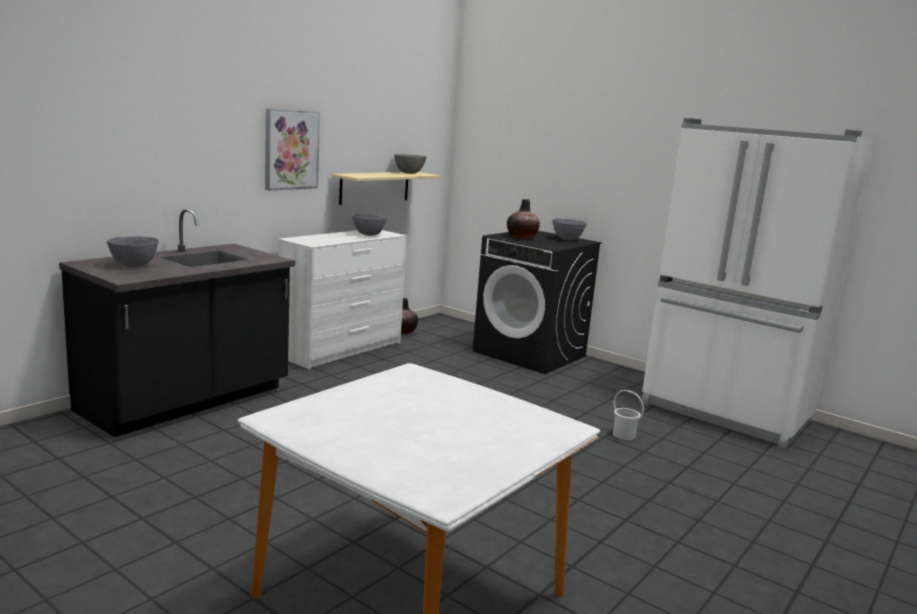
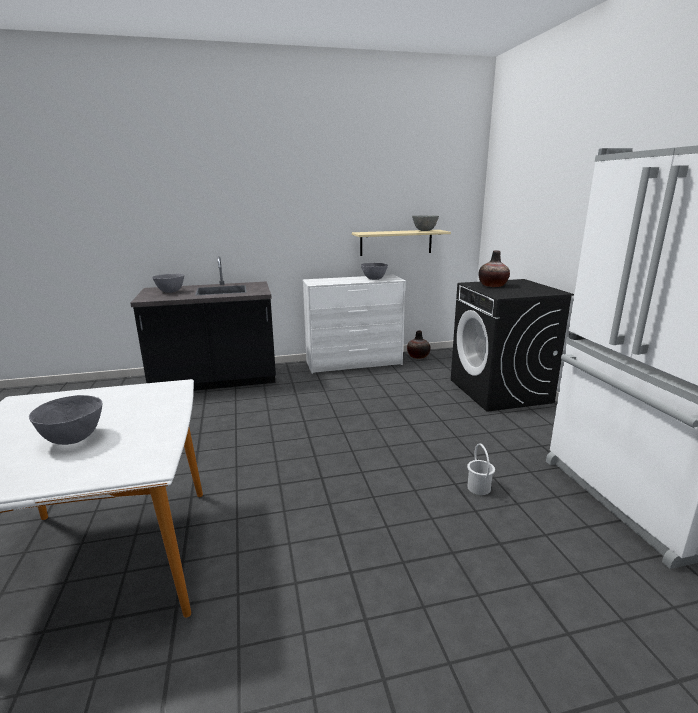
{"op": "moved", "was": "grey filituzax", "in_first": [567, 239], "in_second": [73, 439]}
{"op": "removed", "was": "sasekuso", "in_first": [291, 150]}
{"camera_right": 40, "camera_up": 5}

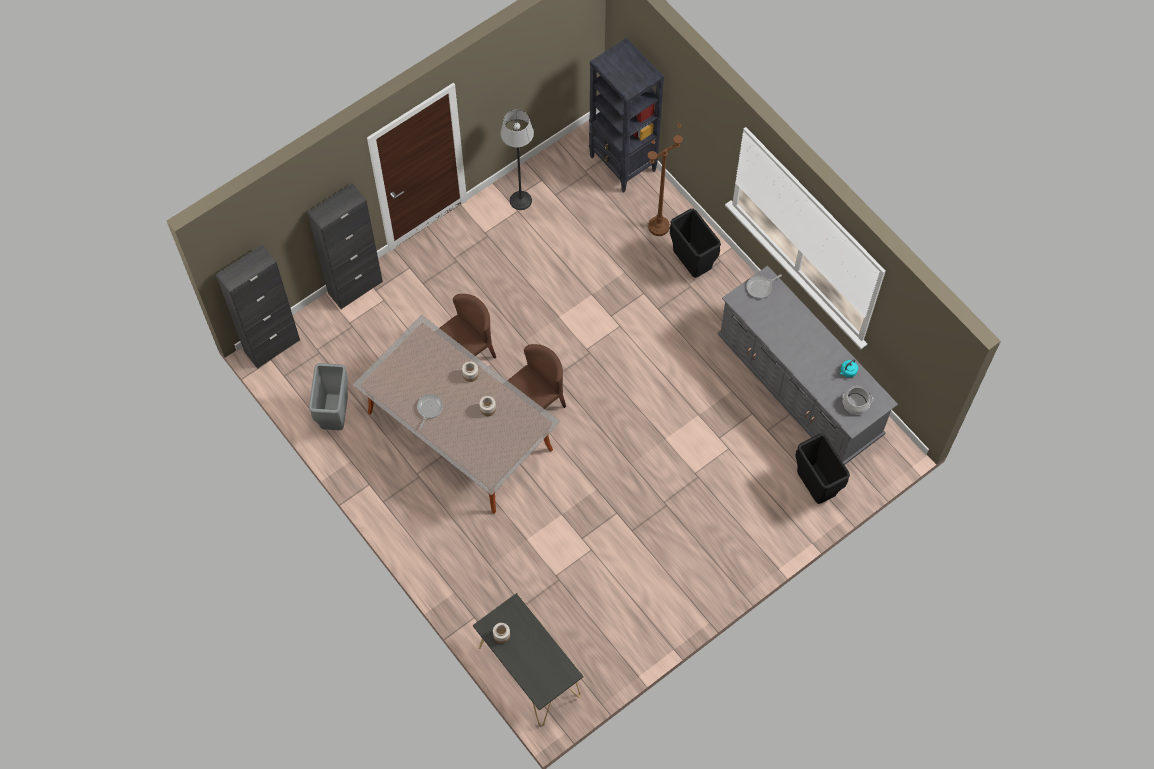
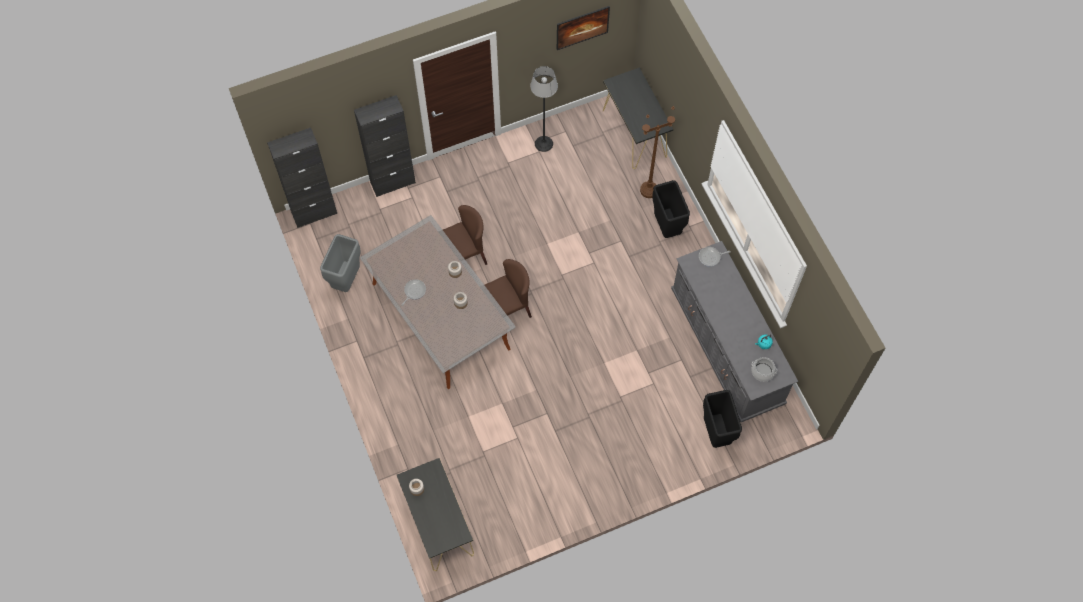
{"op": "added", "now": "sasekuso", "in_second": [582, 34]}
{"op": "replaced", "was": "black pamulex", "now": "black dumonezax", "in_first": [623, 164], "in_second": [634, 133]}
{"camera_right": 15, "camera_up": 0}

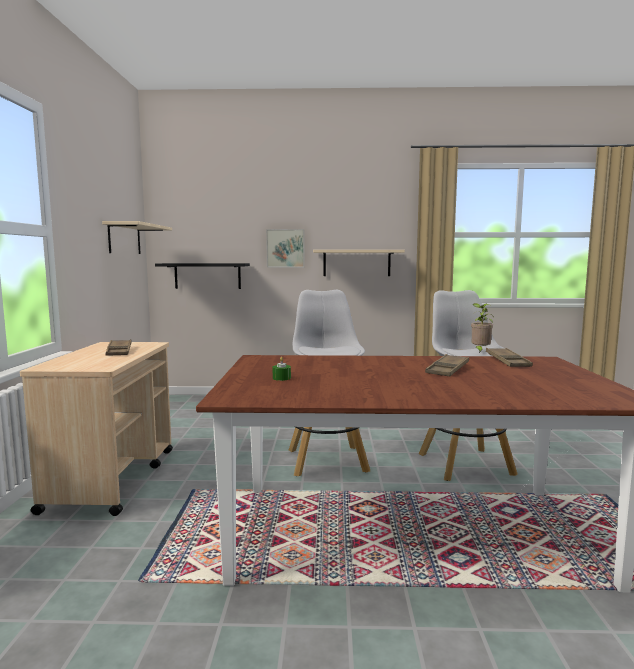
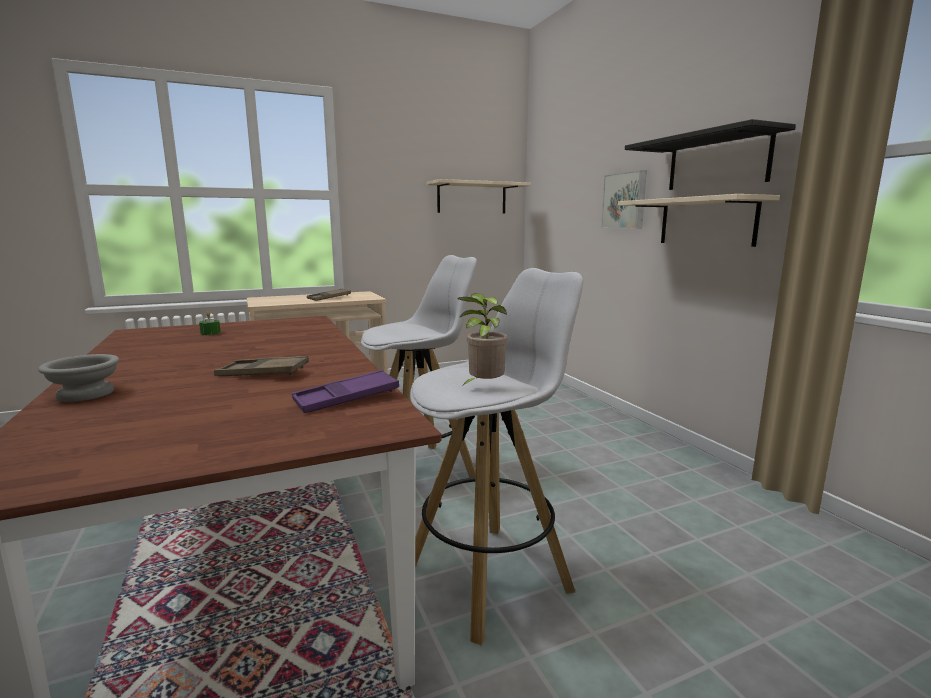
{"op": "added", "now": "grey filituzax", "in_second": [83, 395]}
{"op": "recoloured", "was": "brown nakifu", "now": "purple nakifu", "in_first": [507, 361], "in_second": [346, 398]}
{"op": "moved", "was": "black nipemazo", "in_first": [207, 276], "in_second": [717, 162]}
{"camera_right": 65, "camera_up": 5}

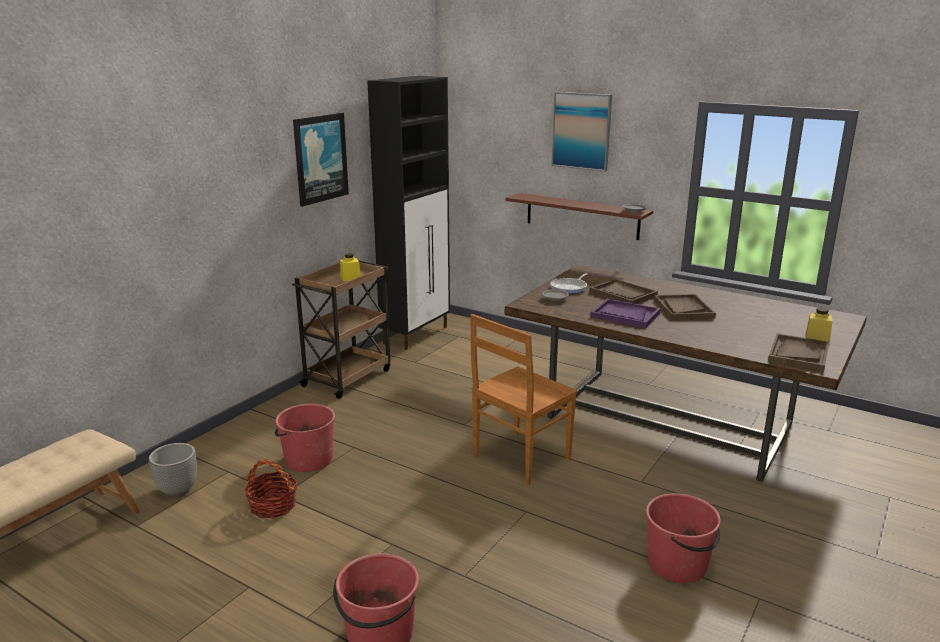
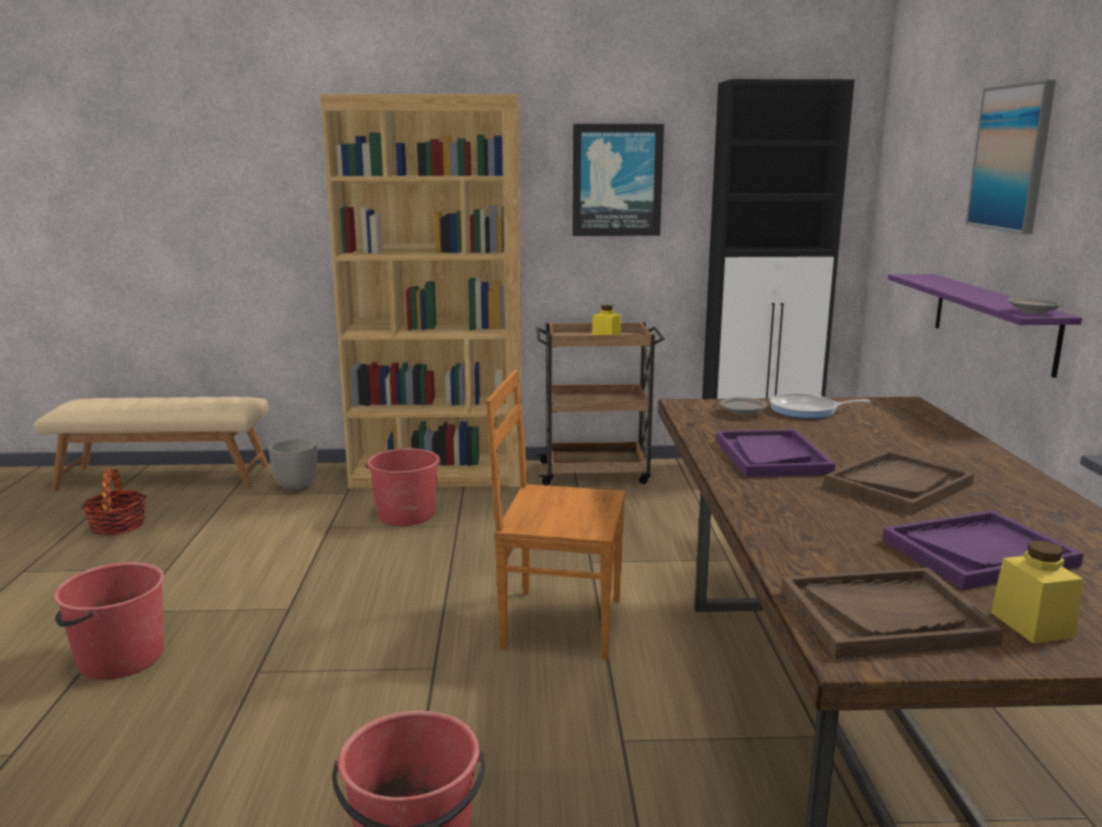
{"op": "moved", "was": "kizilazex", "in_first": [273, 506], "in_second": [117, 526]}
{"op": "added", "now": "brown pamulex", "in_second": [439, 474]}
{"op": "added", "now": "purple nakifu", "in_second": [978, 553]}
{"op": "recoloured", "was": "brown nipemazo", "now": "purple nipemazo", "in_first": [582, 216], "in_second": [993, 321]}
{"op": "removed", "was": "brown nakifu", "in_first": [623, 294]}
{"camera_right": 55, "camera_up": -5}

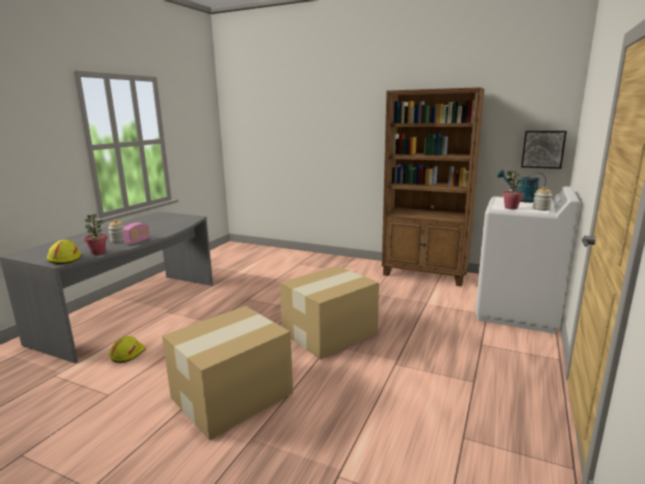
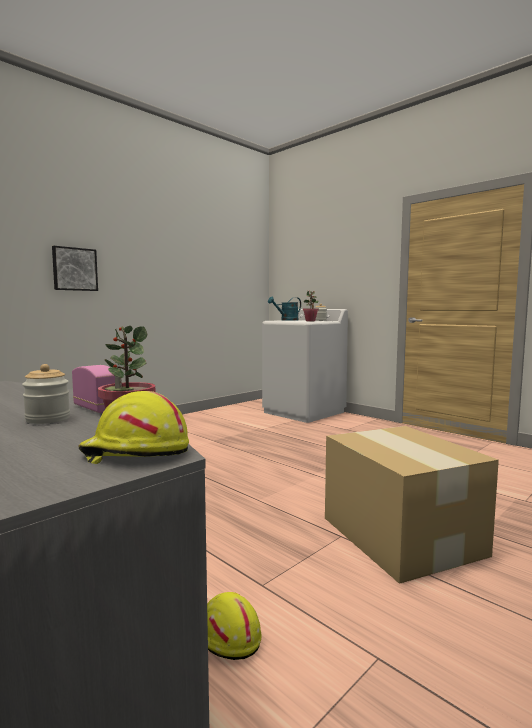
{"op": "moved", "was": "sasekuso", "in_first": [543, 149], "in_second": [74, 269]}
{"op": "removed", "was": "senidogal", "in_first": [331, 333]}
{"op": "removed", "was": "brown pamulex", "in_first": [425, 274]}
{"camera_right": -70, "camera_up": -10}

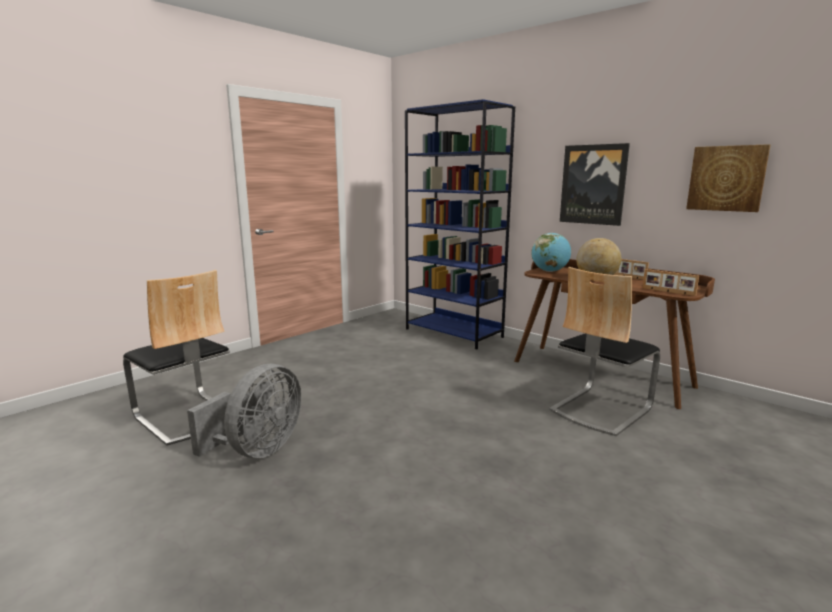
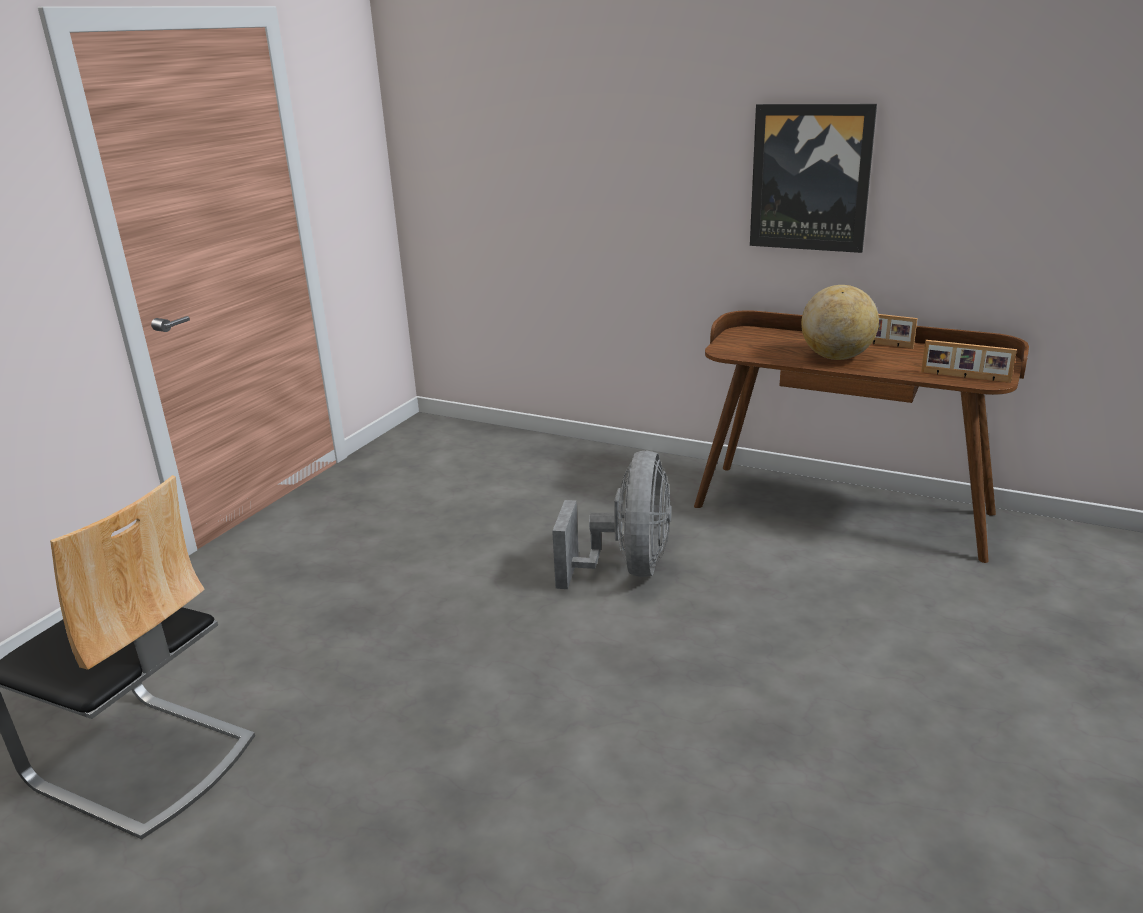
{"op": "moved", "was": "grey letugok", "in_first": [257, 450], "in_second": [627, 568]}
{"op": "removed", "was": "blue pamulex", "in_first": [454, 333]}
{"op": "removed", "was": "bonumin", "in_first": [550, 271]}
{"op": "removed", "was": "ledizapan", "in_first": [599, 409]}
{"op": "removed", "was": "sasekuso", "in_first": [726, 178]}
{"camera_right": -15, "camera_up": 10}

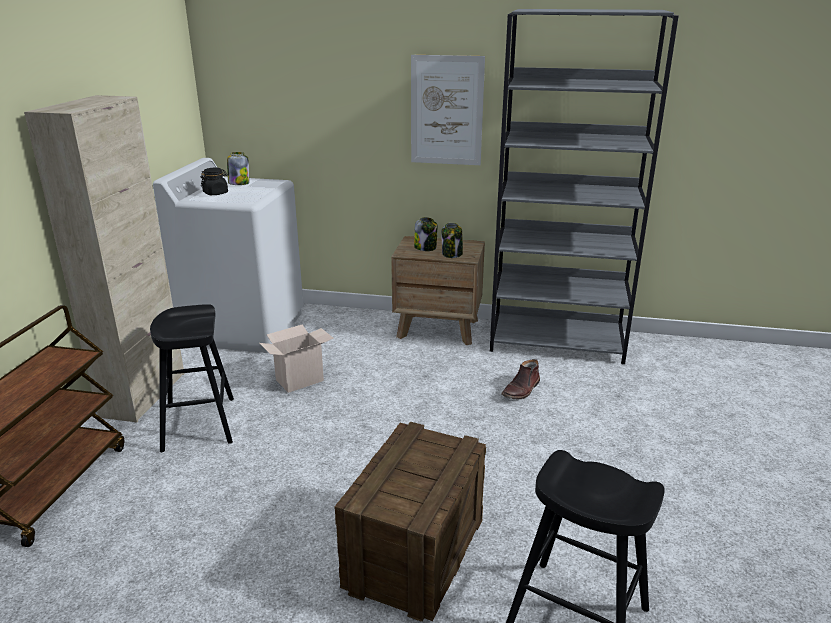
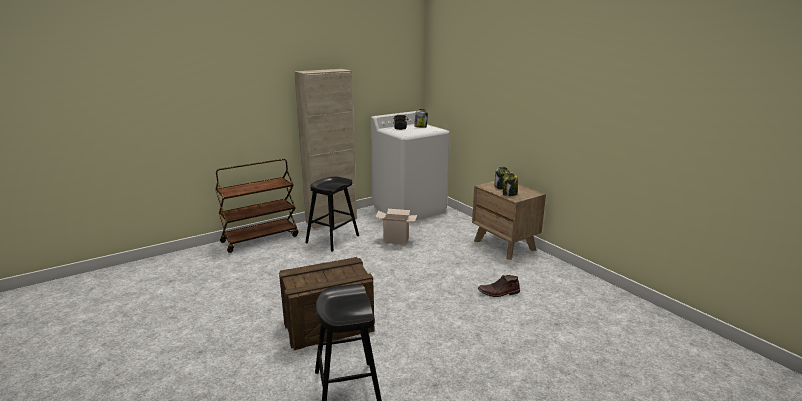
{"op": "removed", "was": "sasekuso", "in_first": [446, 111]}
{"op": "removed", "was": "grey pamulex", "in_first": [557, 342]}
{"camera_right": 45, "camera_up": -5}

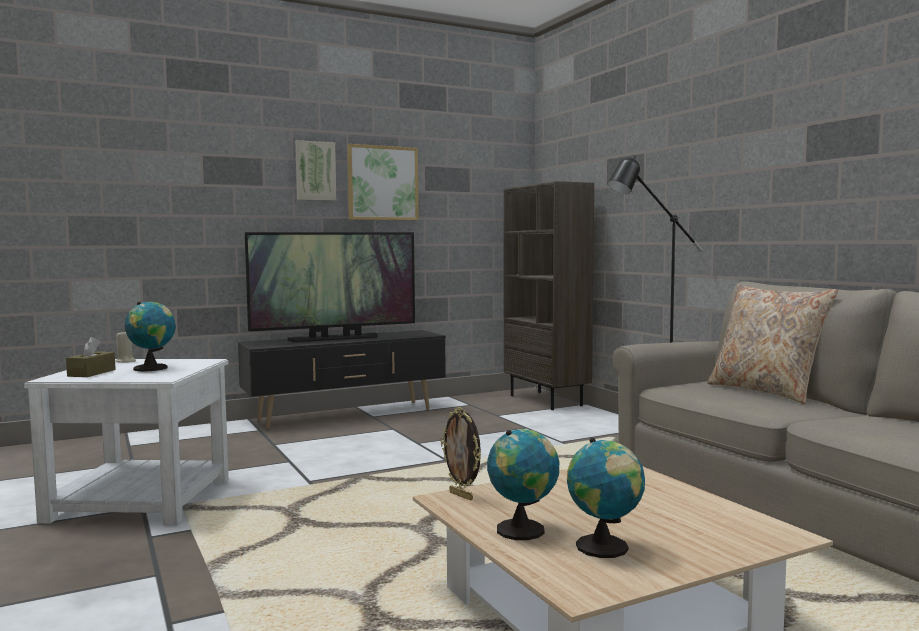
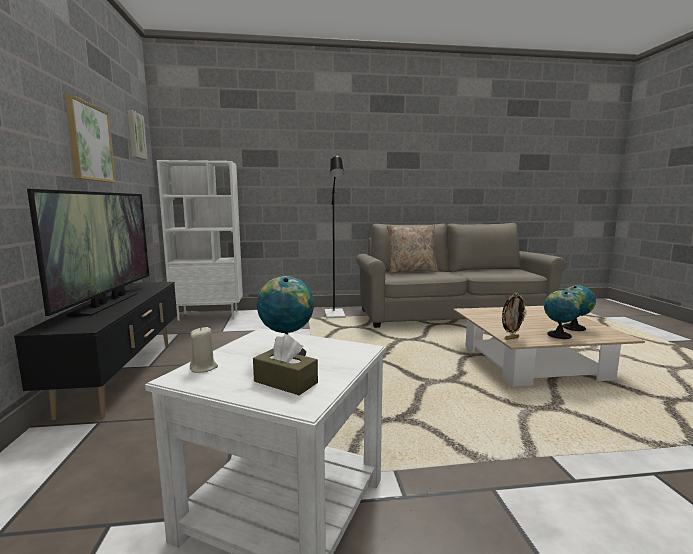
{"op": "moved", "was": "sasekuso", "in_first": [315, 171], "in_second": [135, 136]}
{"op": "recoloured", "was": "brown pamulex", "now": "white pamulex", "in_first": [547, 400], "in_second": [209, 315]}
{"camera_right": -70, "camera_up": 5}

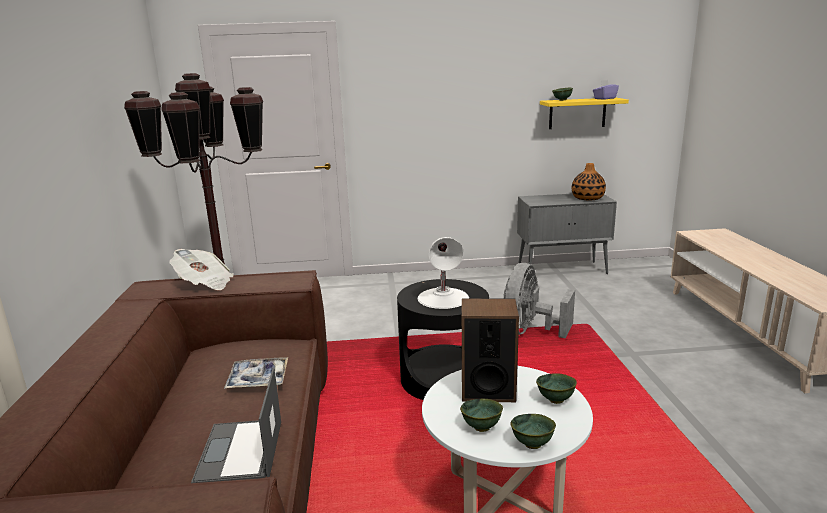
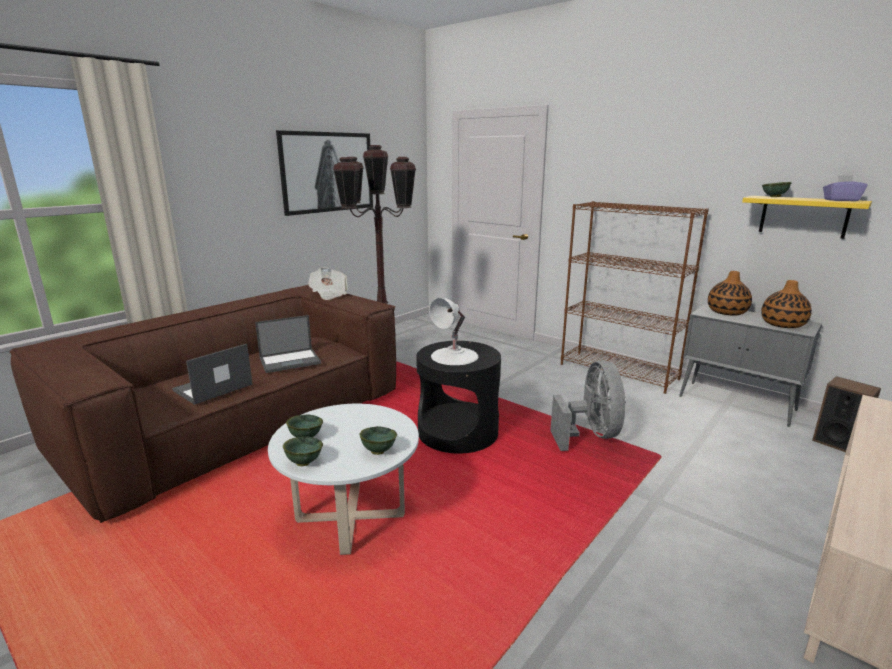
{"op": "replaced", "was": "nakifu", "now": "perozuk", "in_first": [258, 379], "in_second": [290, 360]}
{"op": "added", "now": "sasekuso", "in_second": [328, 172]}
{"op": "turned", "was": "grey letugok", "in_first": [529, 331], "in_second": [590, 435], "clockwise": 105}
{"op": "added", "now": "brown pamulex", "in_second": [619, 371]}
{"op": "added", "now": "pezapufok", "in_second": [726, 312]}
{"op": "moved", "was": "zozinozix", "in_first": [487, 390], "in_second": [837, 443]}
{"camera_right": 45, "camera_up": 0}

